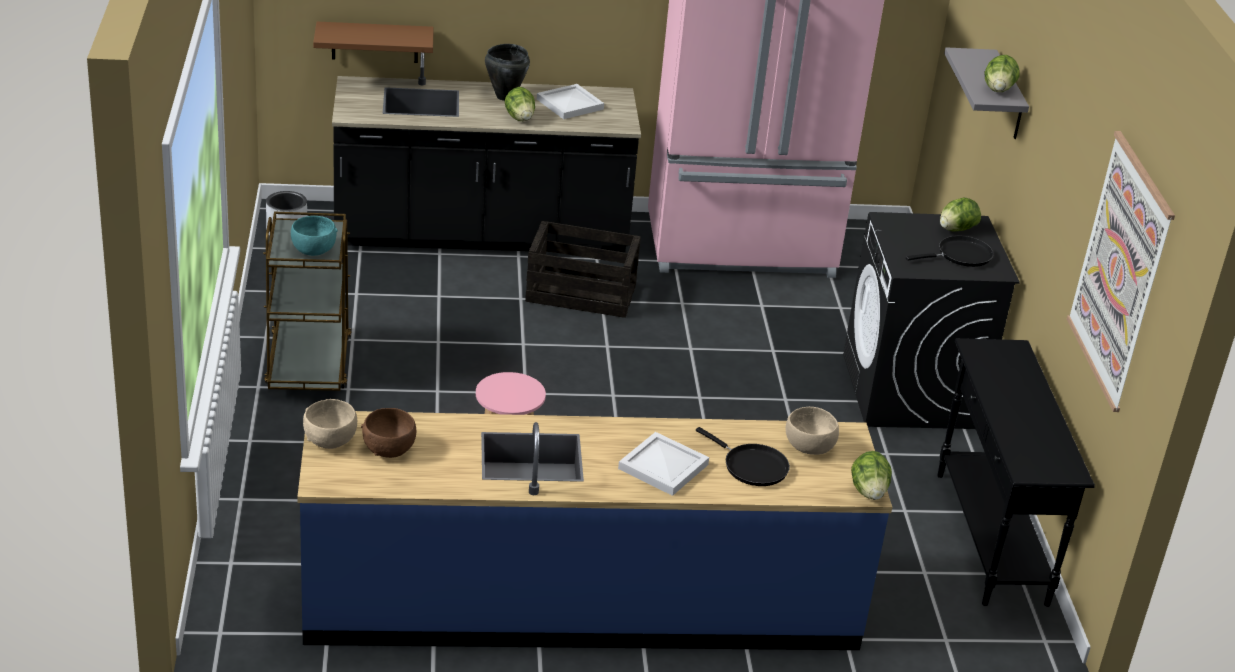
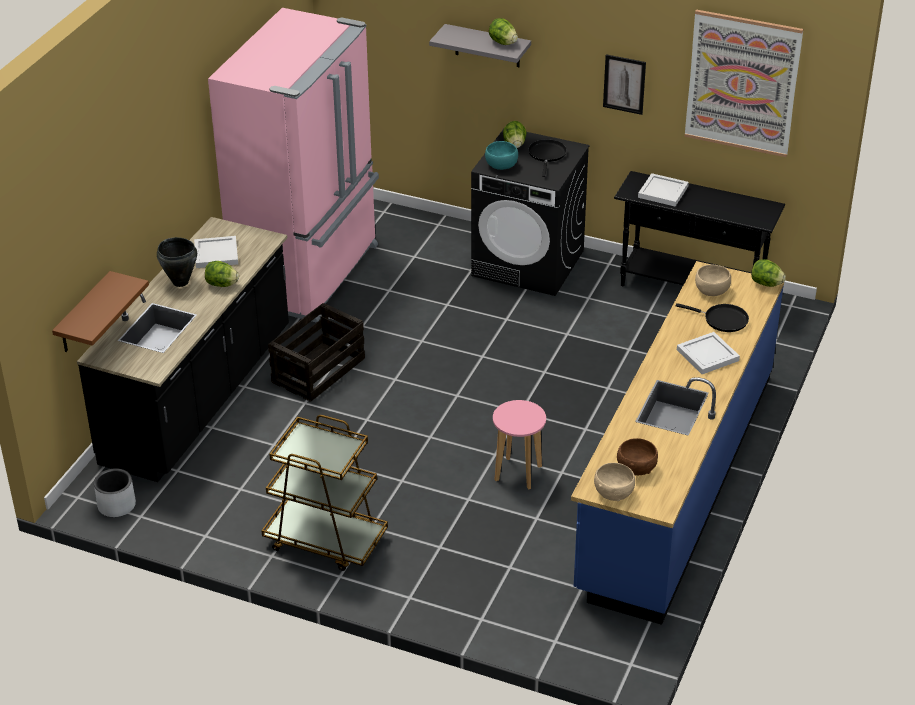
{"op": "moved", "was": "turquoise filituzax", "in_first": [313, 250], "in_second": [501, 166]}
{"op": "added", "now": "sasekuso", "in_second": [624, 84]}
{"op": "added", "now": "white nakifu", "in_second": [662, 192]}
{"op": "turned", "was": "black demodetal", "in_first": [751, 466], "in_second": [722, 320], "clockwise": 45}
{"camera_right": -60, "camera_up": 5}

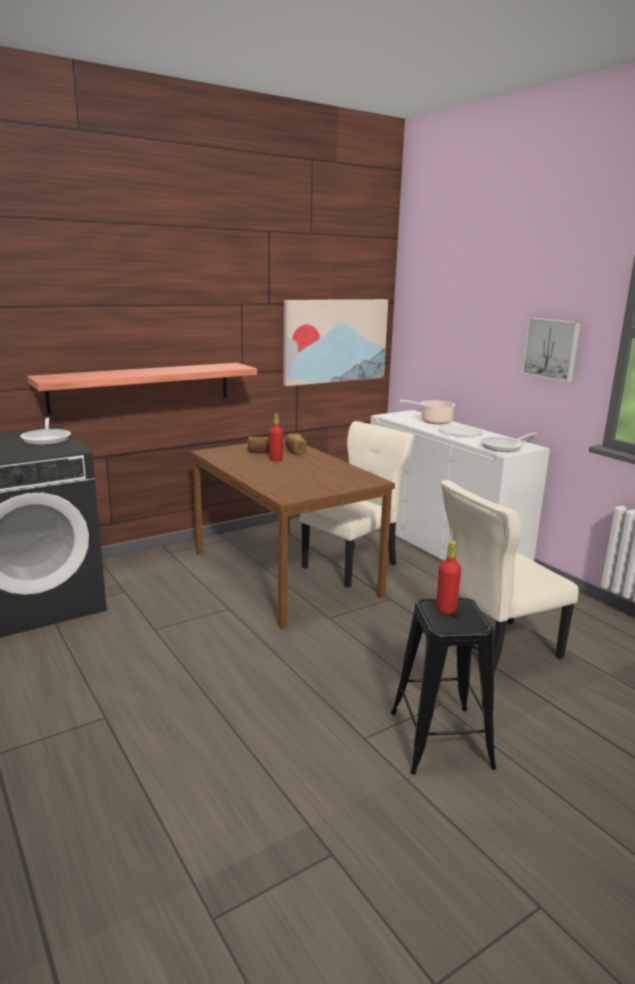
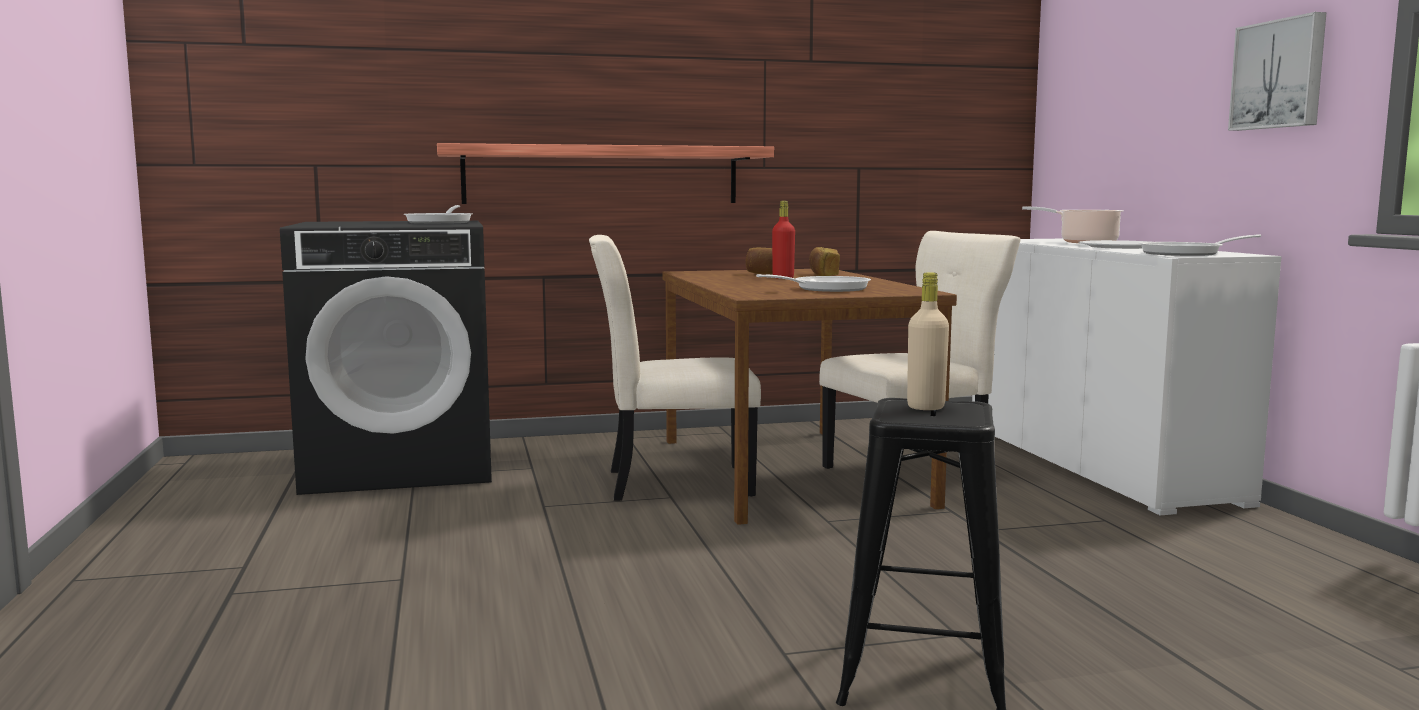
{"op": "moved", "was": "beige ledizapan", "in_first": [494, 650], "in_second": [672, 483]}
{"op": "added", "now": "demodetal", "in_second": [825, 289]}
{"op": "recoloured", "was": "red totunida", "now": "beige totunida", "in_first": [446, 609], "in_second": [925, 407]}
{"op": "removed", "was": "sasekuso", "in_first": [335, 341]}
{"camera_right": 20, "camera_up": -10}

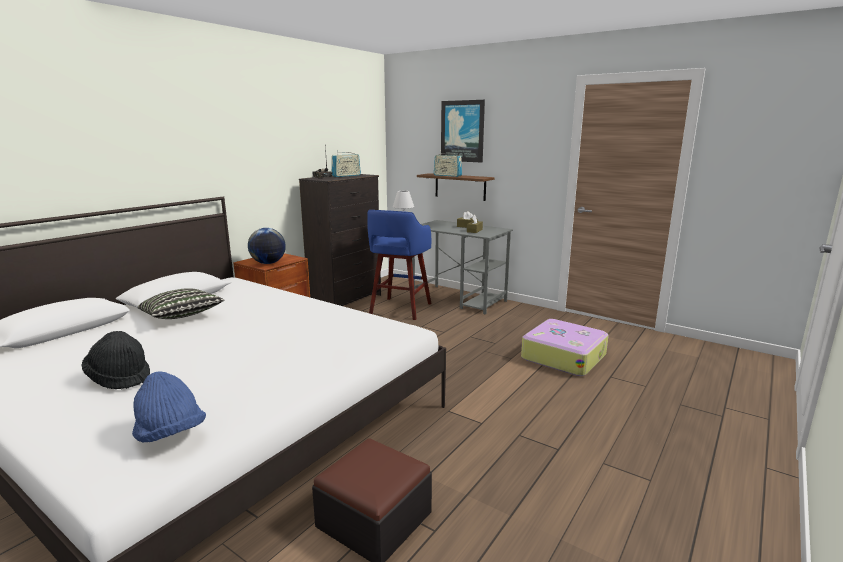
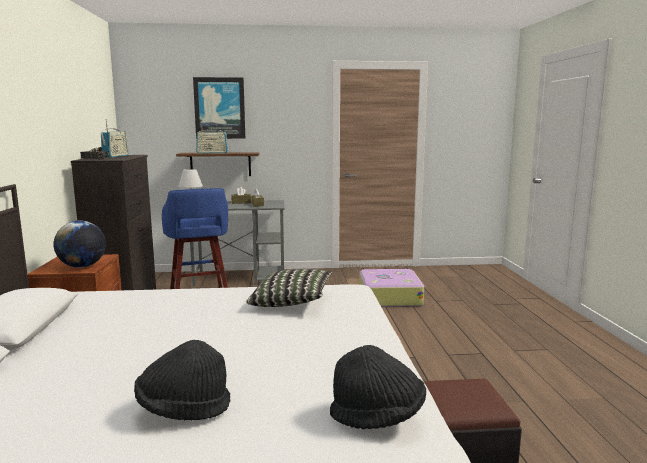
{"op": "moved", "was": "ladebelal", "in_first": [182, 317], "in_second": [291, 302]}
{"op": "recoloured", "was": "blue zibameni", "now": "black zibameni", "in_first": [170, 434], "in_second": [377, 416]}
{"camera_right": -40, "camera_up": -5}

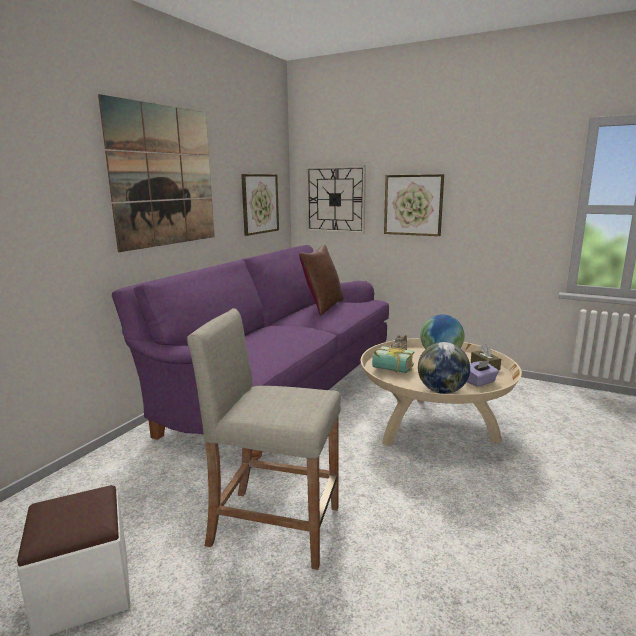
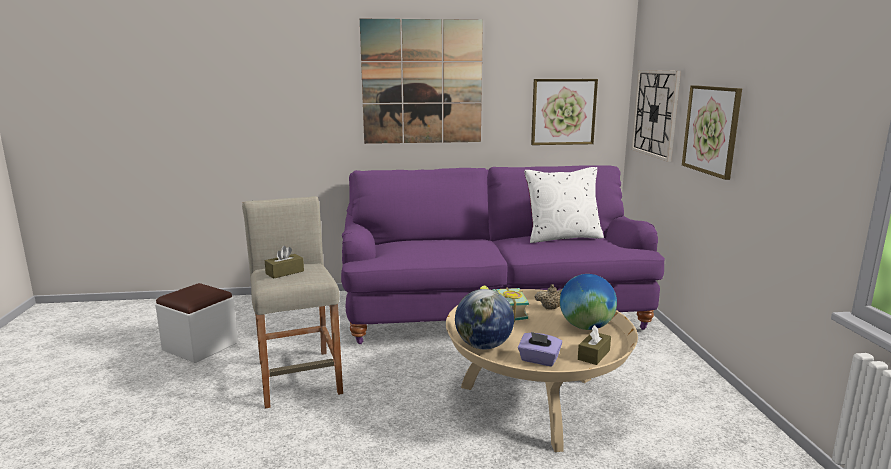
{"op": "added", "now": "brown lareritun", "in_second": [285, 272]}
{"op": "recoloured", "was": "brown ladebelal", "now": "white ladebelal", "in_first": [323, 306], "in_second": [562, 237]}
{"camera_right": 55, "camera_up": 0}

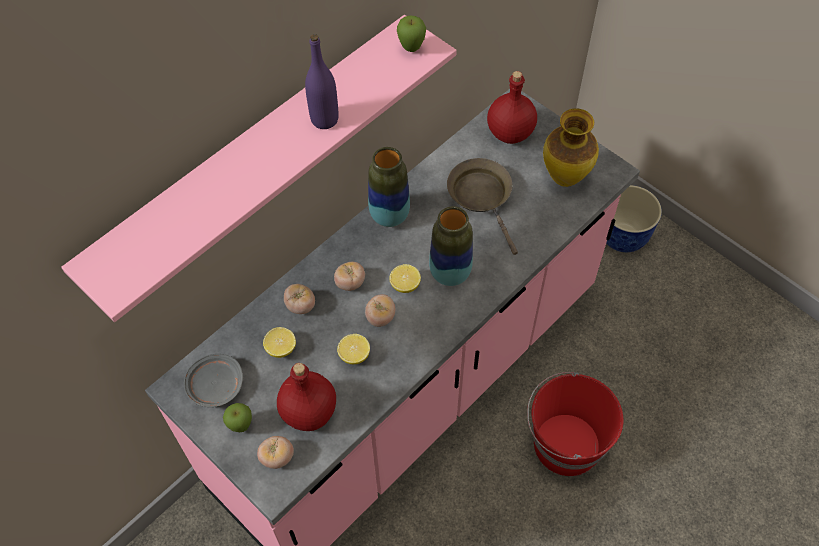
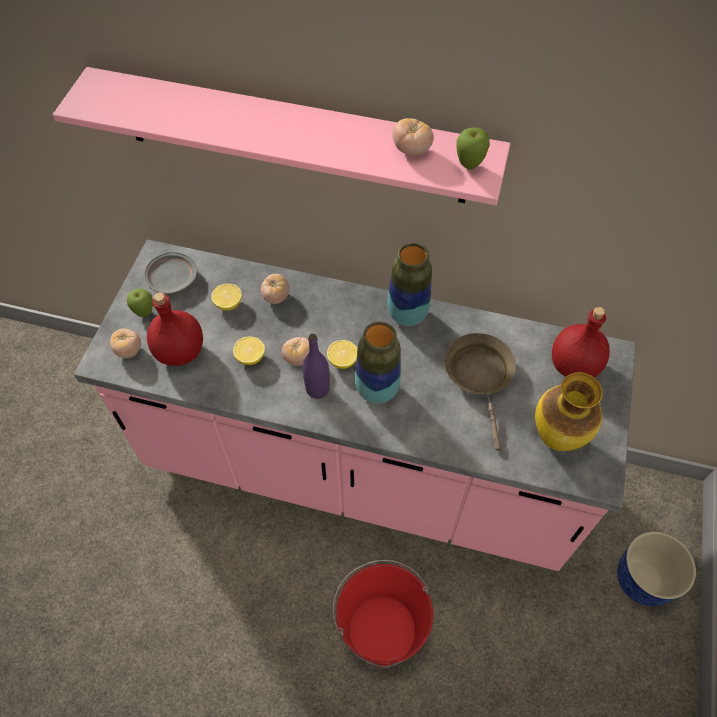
{"op": "moved", "was": "purple totunida", "in_first": [324, 119], "in_second": [317, 389]}
{"op": "moved", "was": "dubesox", "in_first": [350, 283], "in_second": [411, 150]}
{"op": "turned", "was": "brown demodetal", "in_first": [482, 197], "in_second": [480, 377], "clockwise": -45}
{"camera_right": 60, "camera_up": 0}

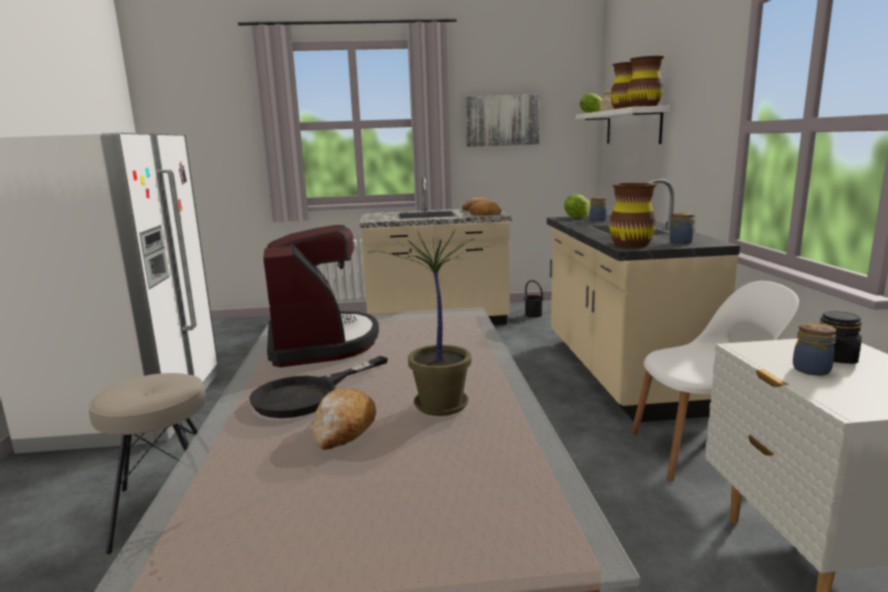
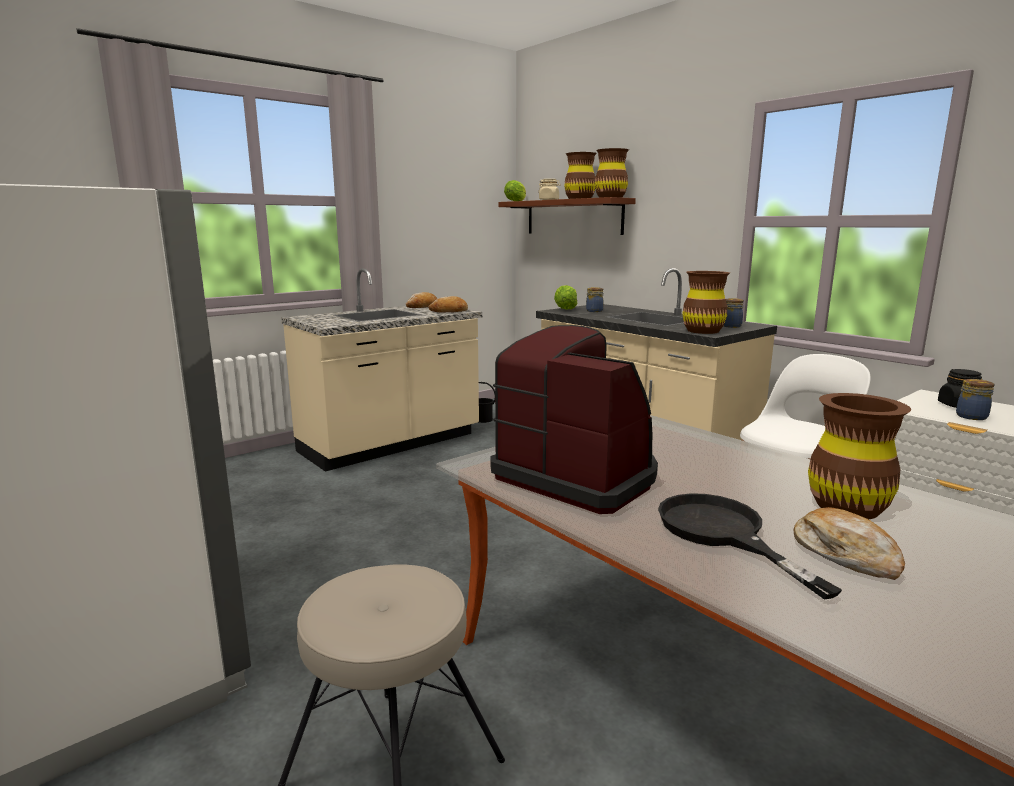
{"op": "recoloured", "was": "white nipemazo", "now": "brown nipemazo", "in_first": [632, 127], "in_second": [573, 217]}
{"op": "turned", "was": "black demodetal", "in_first": [308, 395], "in_second": [722, 533], "clockwise": 150}
{"op": "replaced", "was": "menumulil", "now": "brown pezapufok", "in_first": [439, 405], "in_second": [847, 507]}
{"op": "removed", "was": "sasekuso", "in_first": [502, 120]}
{"camera_right": -35, "camera_up": 0}

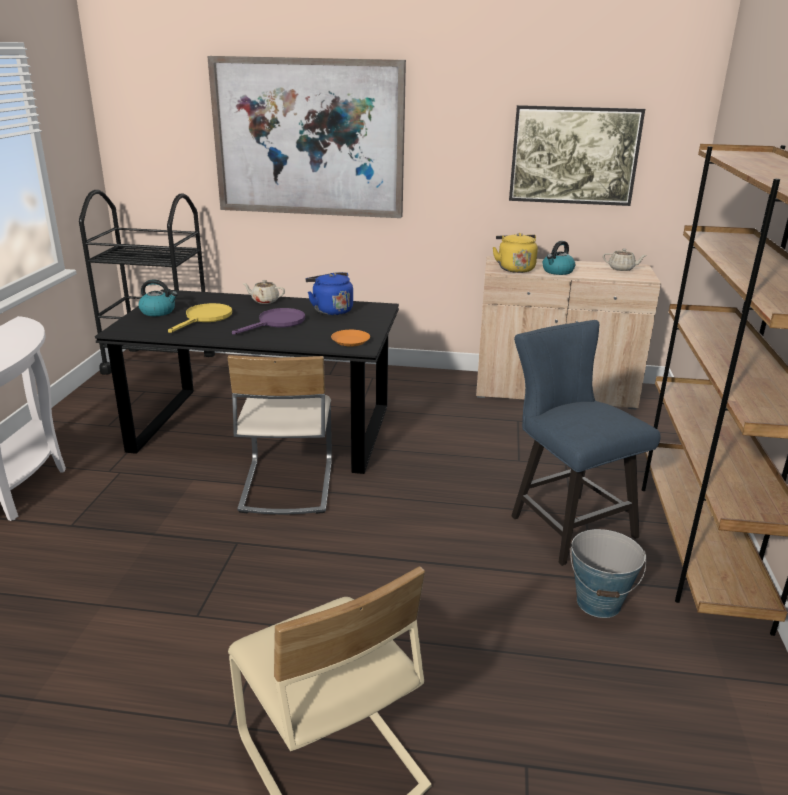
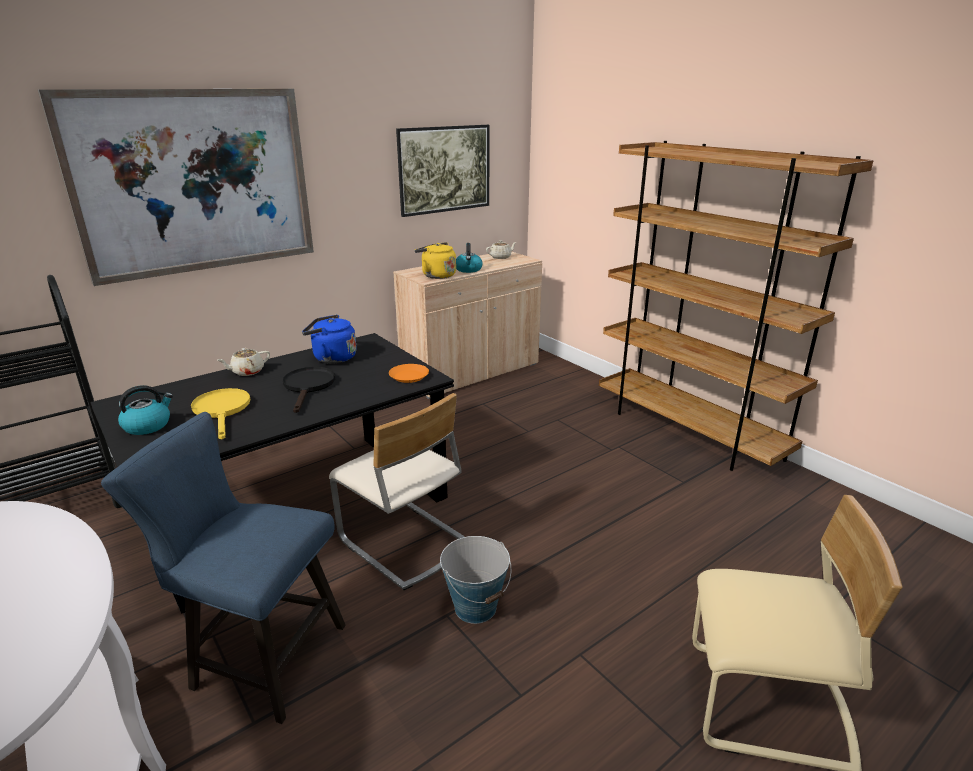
{"op": "moved", "was": "blue ledizapan", "in_first": [565, 523], "in_second": [260, 655]}
{"op": "recoloured", "was": "purple demodetal", "now": "black demodetal", "in_first": [277, 323], "in_second": [308, 386]}
{"op": "moved", "was": "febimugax", "in_first": [599, 602], "in_second": [475, 607]}
{"camera_right": -45, "camera_up": 0}

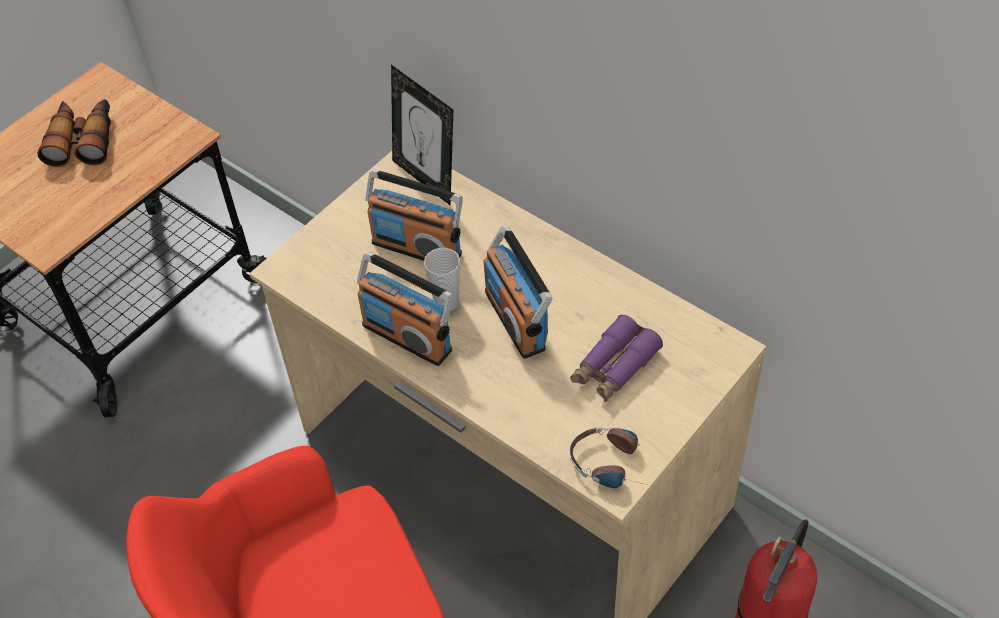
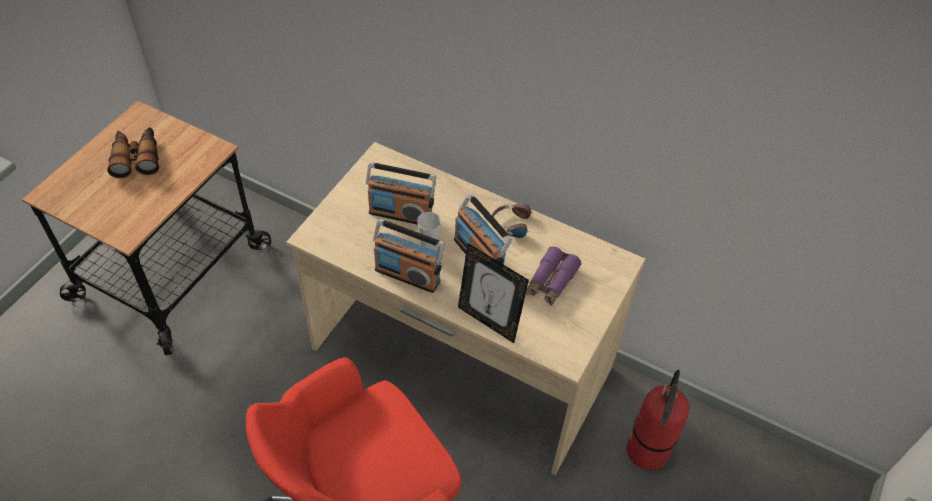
{"op": "moved", "was": "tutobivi", "in_first": [426, 179], "in_second": [489, 321]}
{"op": "moved", "was": "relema", "in_first": [615, 464], "in_second": [519, 225]}
{"camera_right": -15, "camera_up": 0}

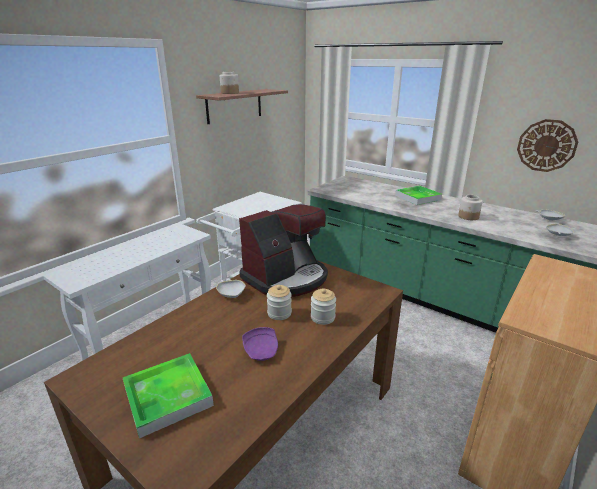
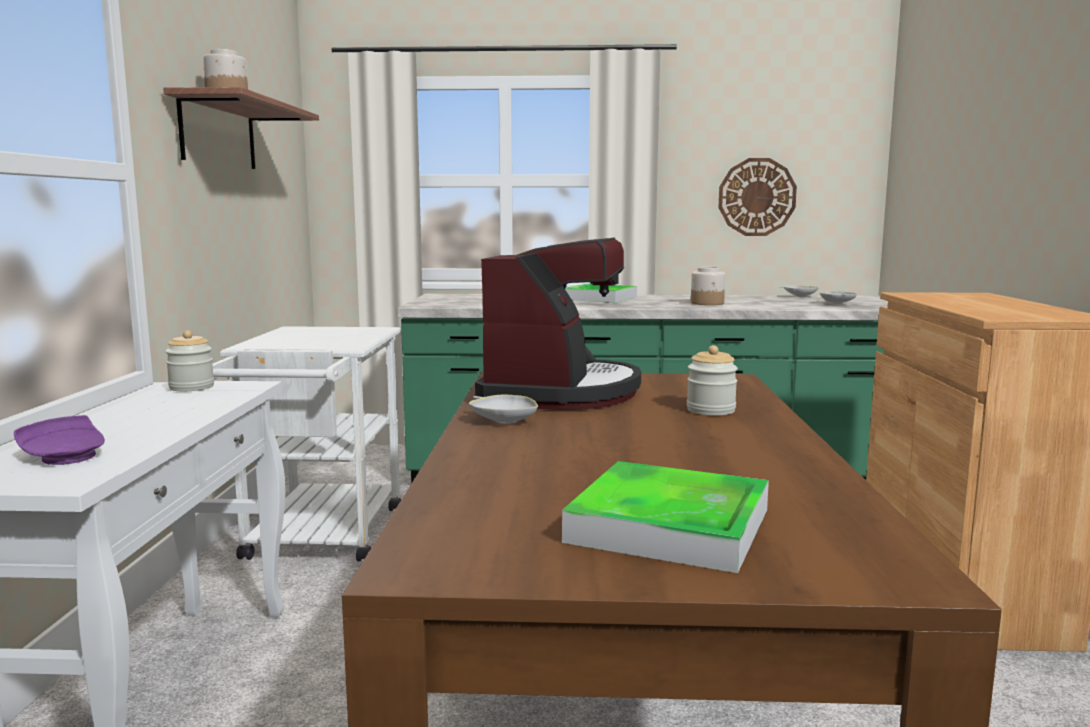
{"op": "moved", "was": "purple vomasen", "in_first": [262, 351], "in_second": [67, 456]}
{"op": "moved", "was": "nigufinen", "in_first": [279, 313], "in_second": [191, 387]}
{"camera_right": -35, "camera_up": -15}

